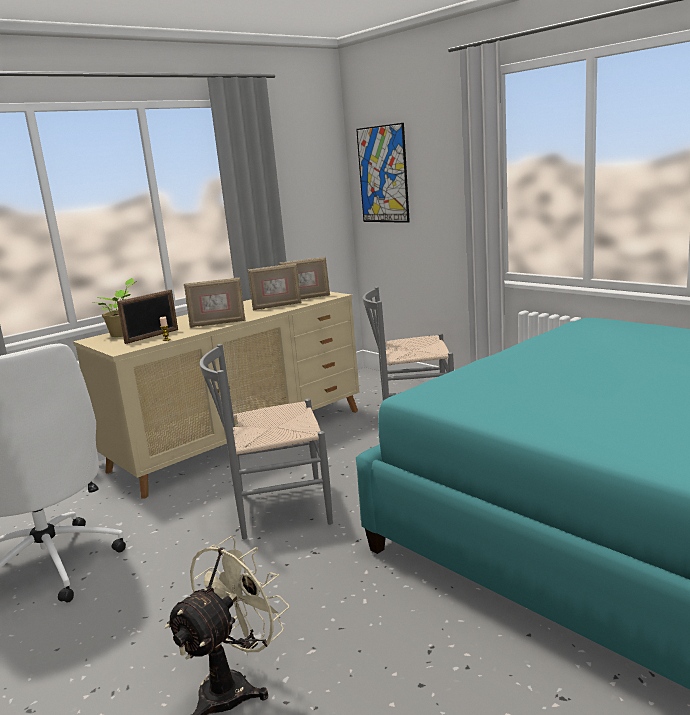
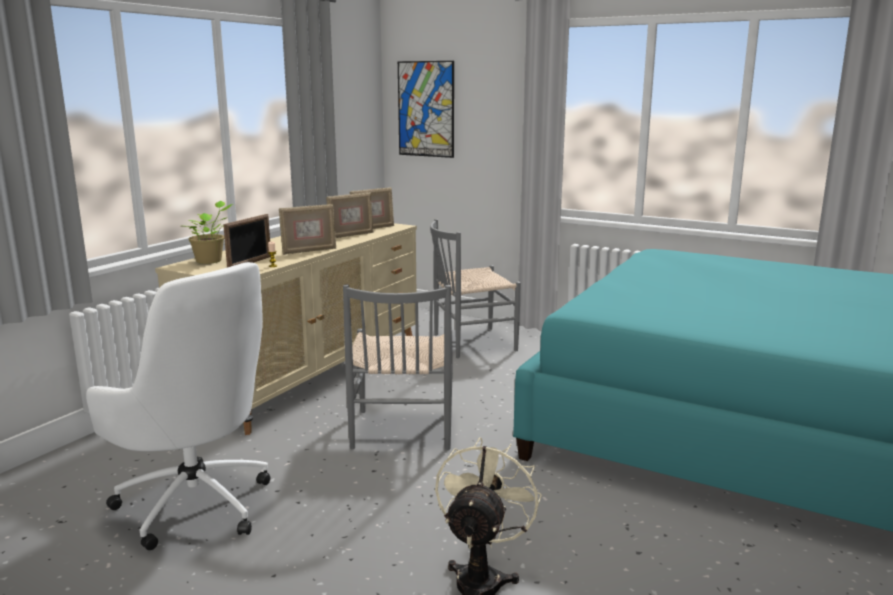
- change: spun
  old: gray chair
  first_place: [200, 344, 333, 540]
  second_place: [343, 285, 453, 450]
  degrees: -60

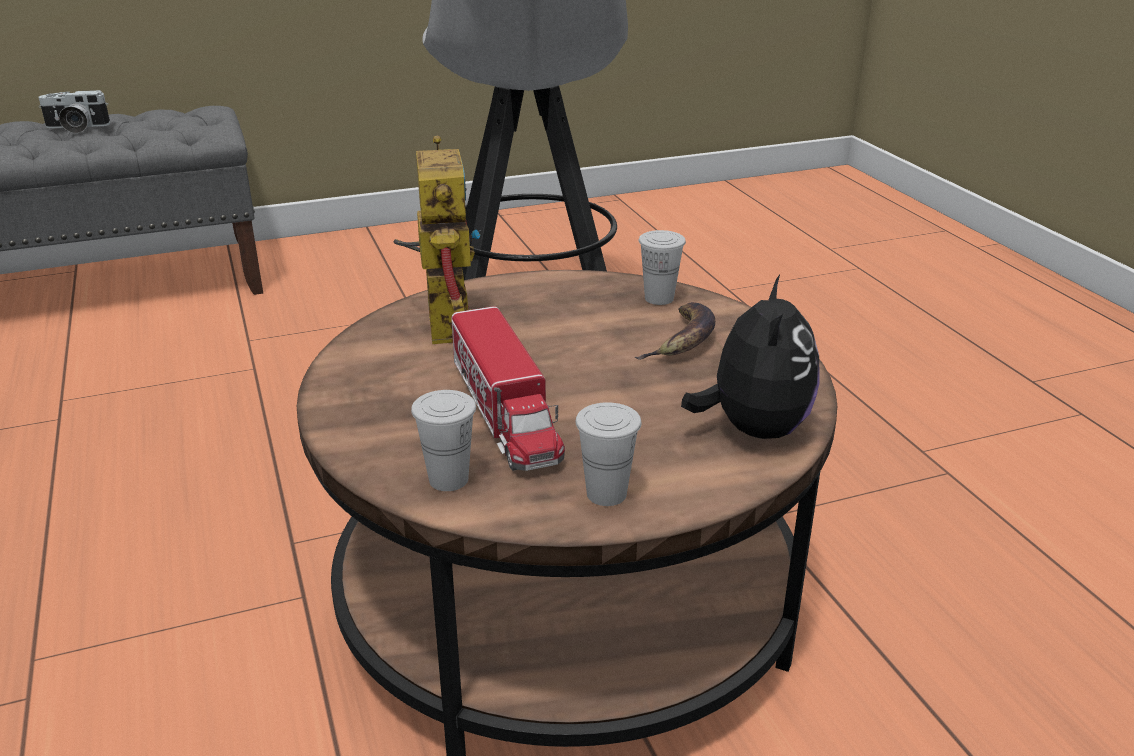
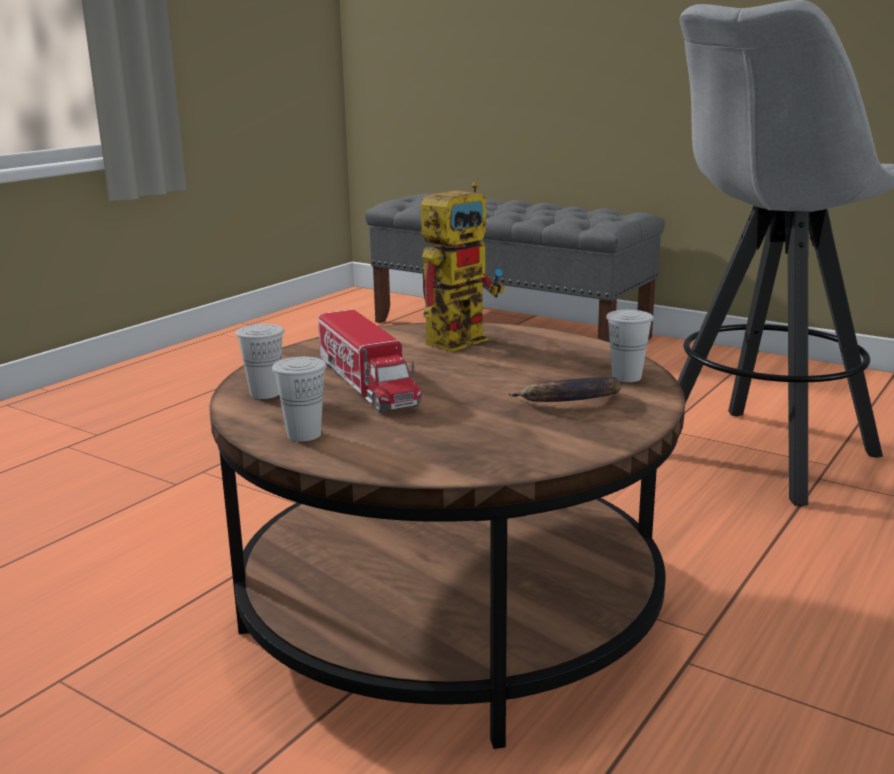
- change: spun
  old: toy lorry
  first_place: [451, 306, 565, 471]
  second_place: [318, 309, 421, 413]
  degrees: -60
- change: missing
  old: photo camera
  first_place: [39, 90, 111, 133]
- change: missing
  old: soft toy
  first_place: [681, 275, 819, 439]

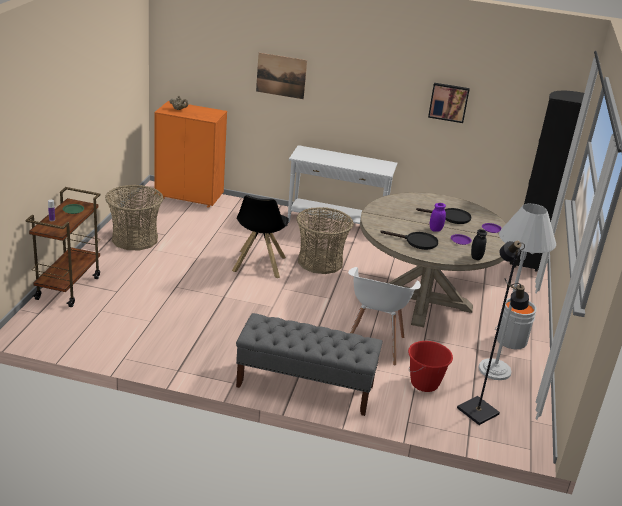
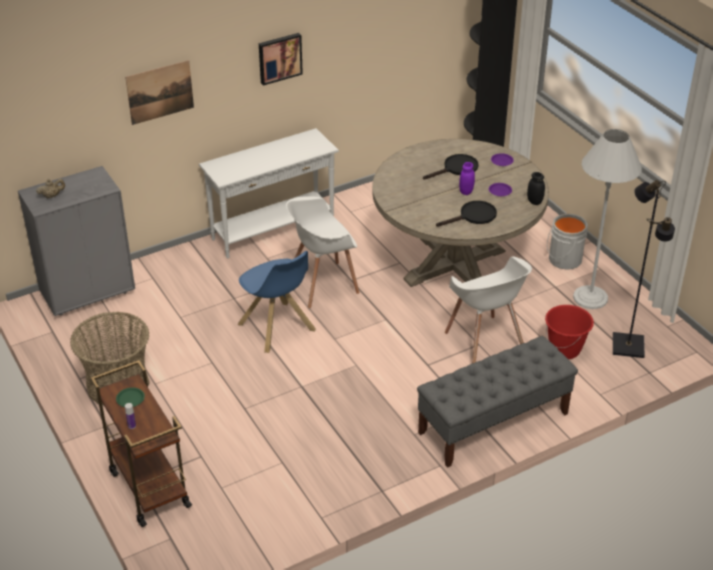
- change: colour
  old: orange storage cabinet
  new: gray storage cabinet
  first_place: [154, 101, 227, 208]
  second_place: [18, 166, 135, 316]
- change: colour
  old: black-coloured chair
  new: blue chair
  first_place: [232, 195, 289, 278]
  second_place: [238, 251, 315, 353]
- change: relocated
  old: wall art
  first_place: [428, 83, 470, 123]
  second_place: [259, 33, 303, 85]
- change: exchanged
  old: storage basket
  new: white chair
  first_place: [296, 207, 354, 274]
  second_place: [286, 196, 360, 308]

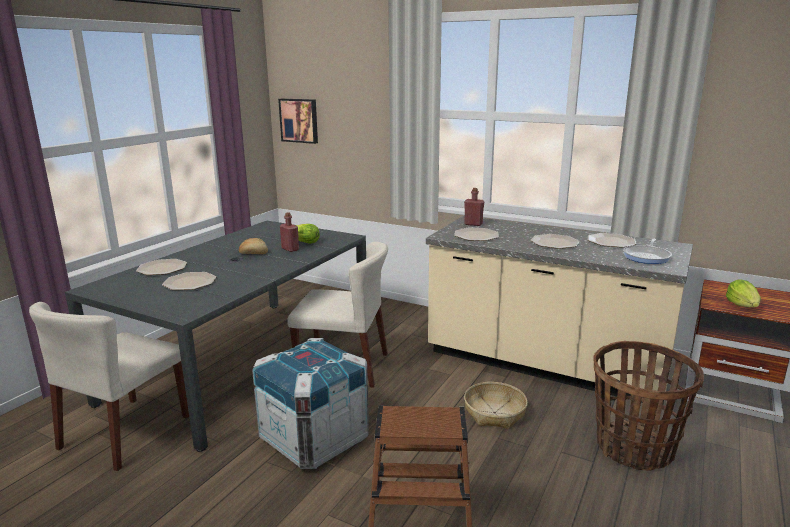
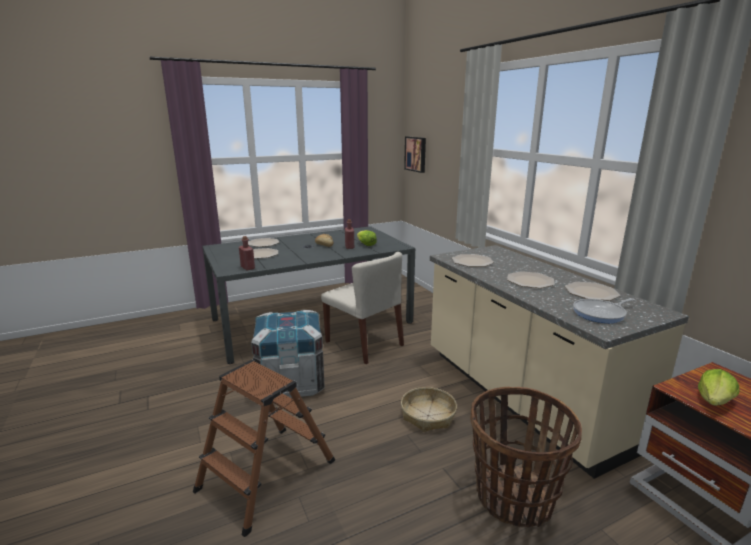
- change: relocated
  old: red-coloured bottle
  first_place: [464, 188, 484, 226]
  second_place: [239, 236, 255, 270]
- change: missing
  old: sand-coloured chair
  first_place: [29, 302, 189, 471]

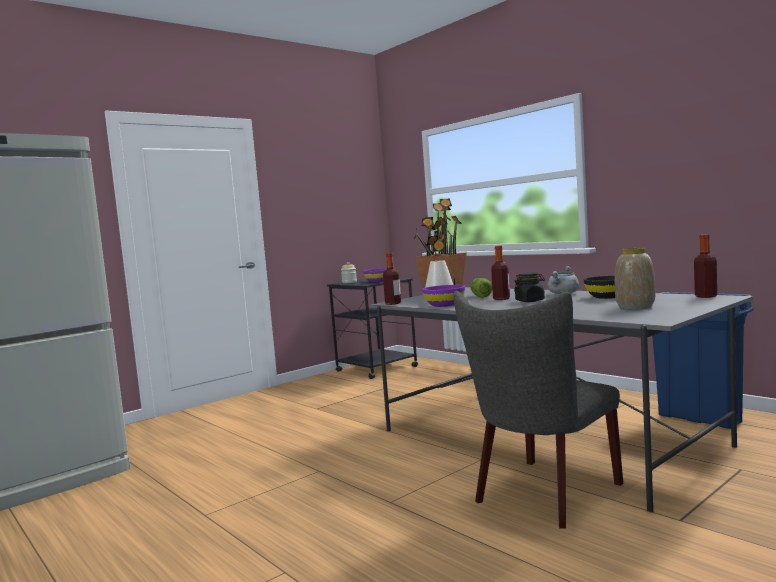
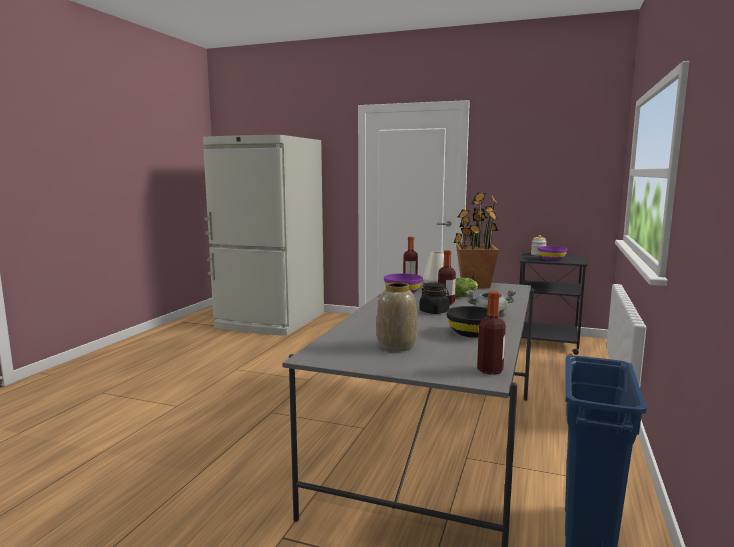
- change: missing
  old: gray chair
  first_place: [453, 291, 623, 529]

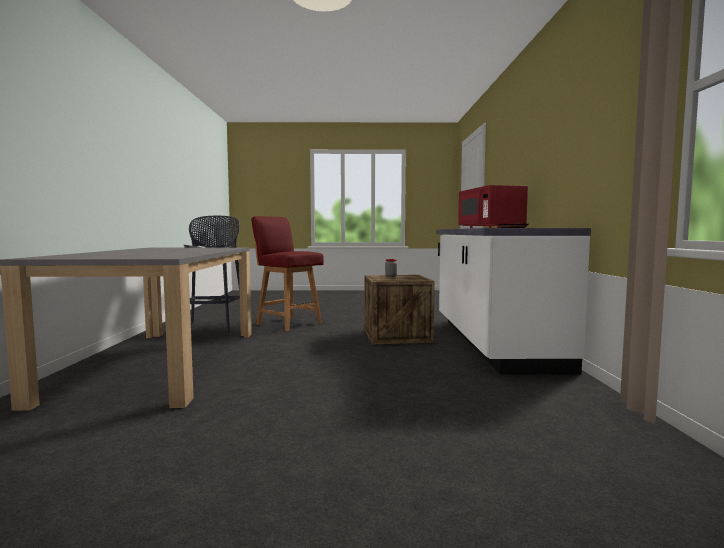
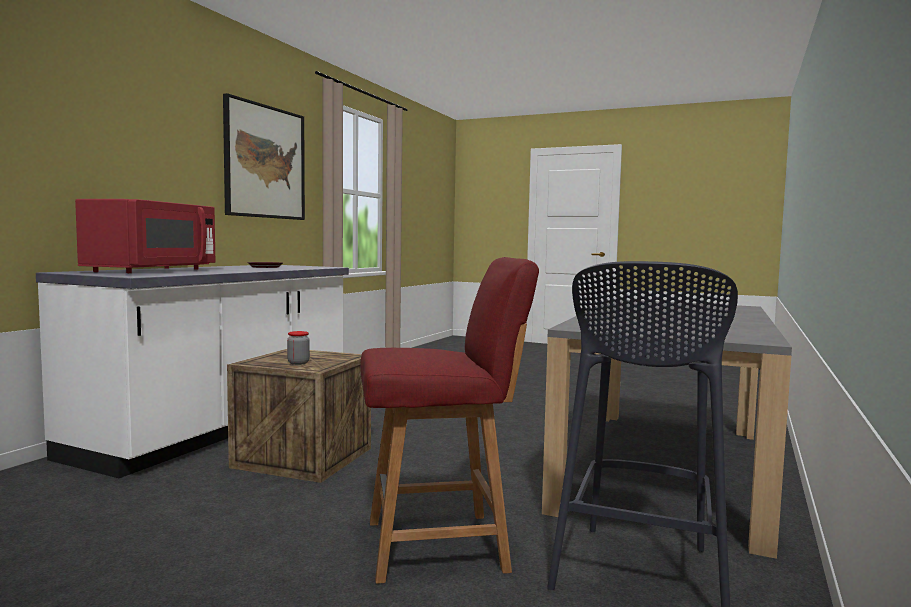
- change: appeared
  new: wall art
  second_place: [223, 93, 305, 220]
- change: spun
  old: red-coloured chair
  first_place: [251, 216, 324, 331]
  second_place: [361, 257, 539, 584]
  degrees: -75

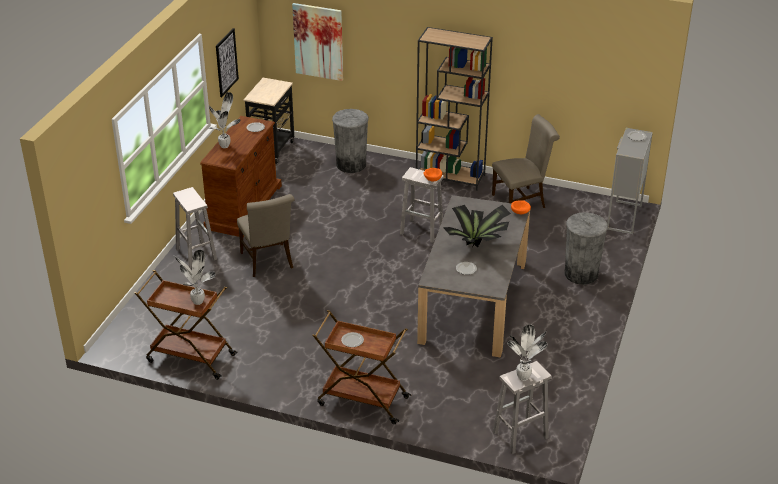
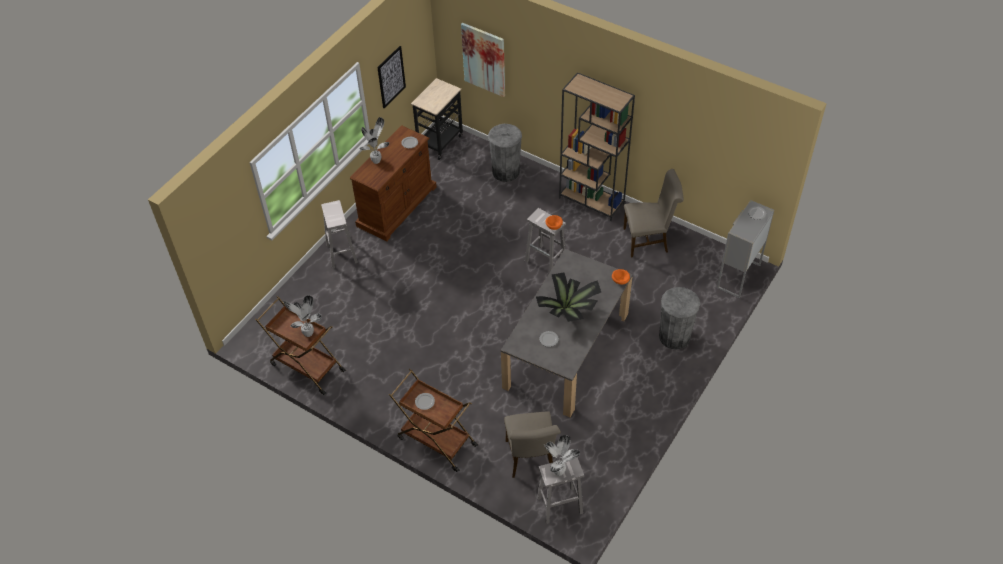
- change: relocated
  old: sand-coloured chair
  first_place: [237, 194, 295, 277]
  second_place: [504, 411, 561, 478]

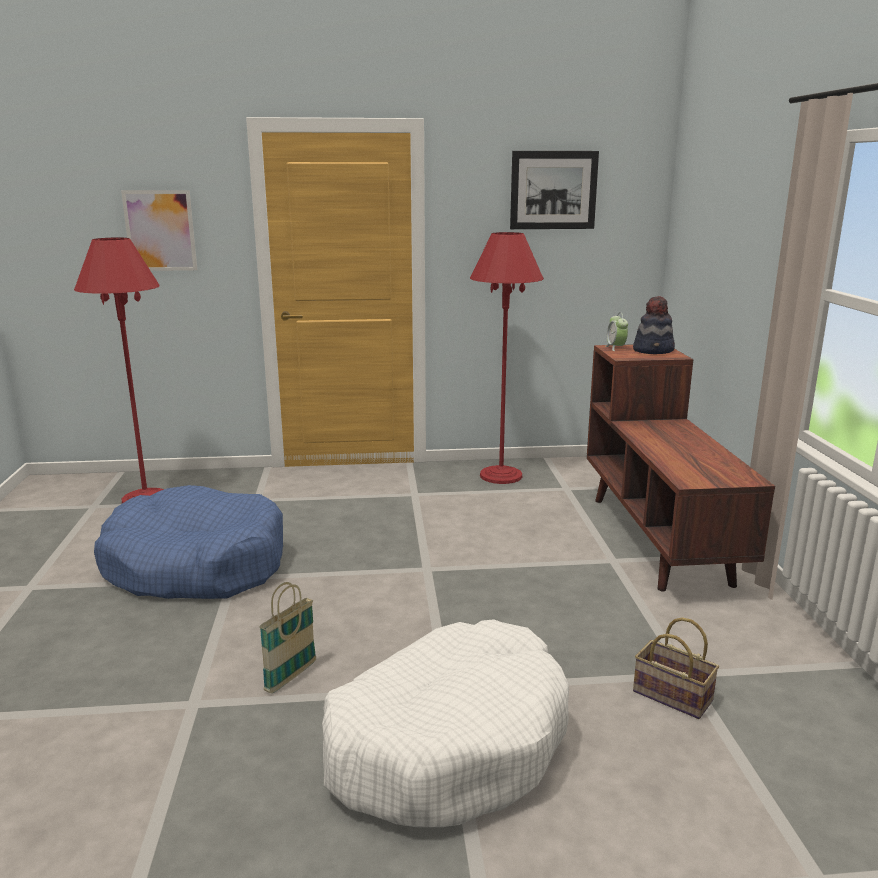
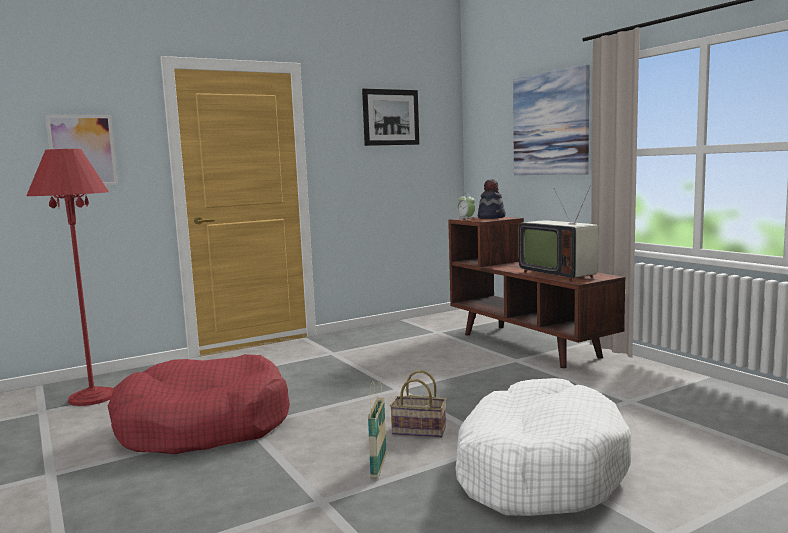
- change: colour
  old: blue dog cushion
  new: red-coloured dog cushion
  first_place: [94, 485, 283, 599]
  second_place: [108, 354, 290, 454]
- change: relocated
  old: storage basket
  first_place: [633, 617, 719, 719]
  second_place: [390, 370, 446, 438]
- change: appeared
  new: wall art
  second_place: [513, 64, 590, 175]
- change: appeared
  new: TV
  second_place: [519, 185, 598, 281]
- change: missing
  old: red-coloured floor lamp
  first_place: [470, 232, 544, 484]

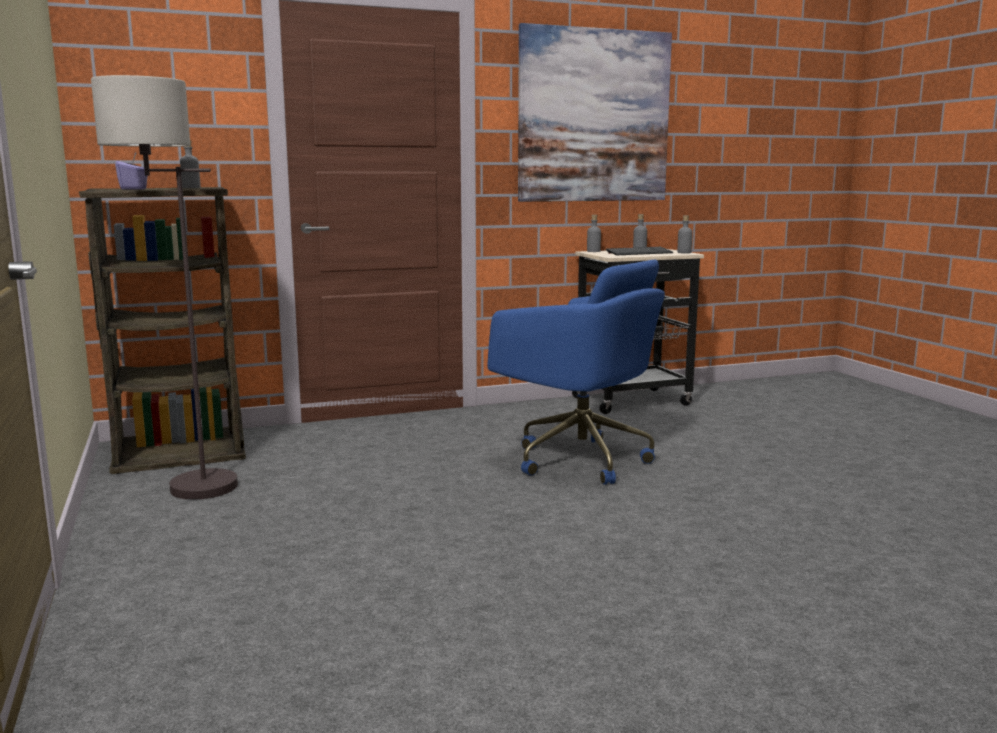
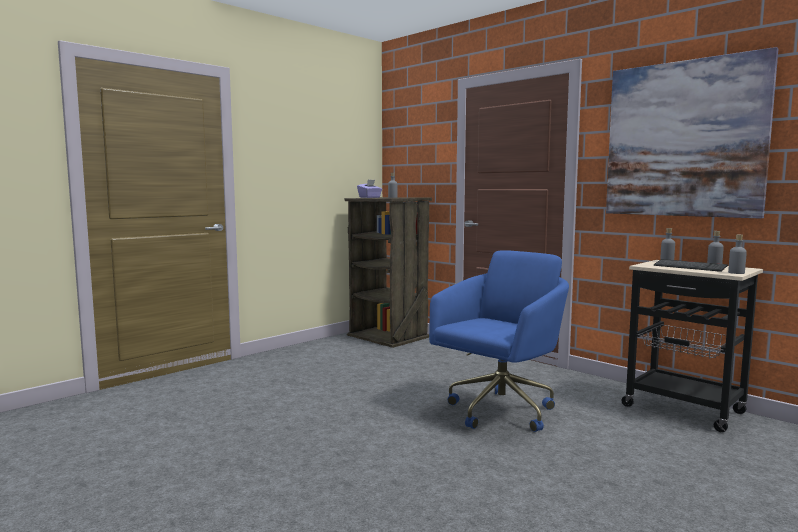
- change: spun
  old: blue desk chair
  first_place: [488, 260, 665, 485]
  second_place: [429, 250, 569, 432]
  degrees: -150
- change: missing
  old: gray floor lamp
  first_place: [91, 75, 238, 499]

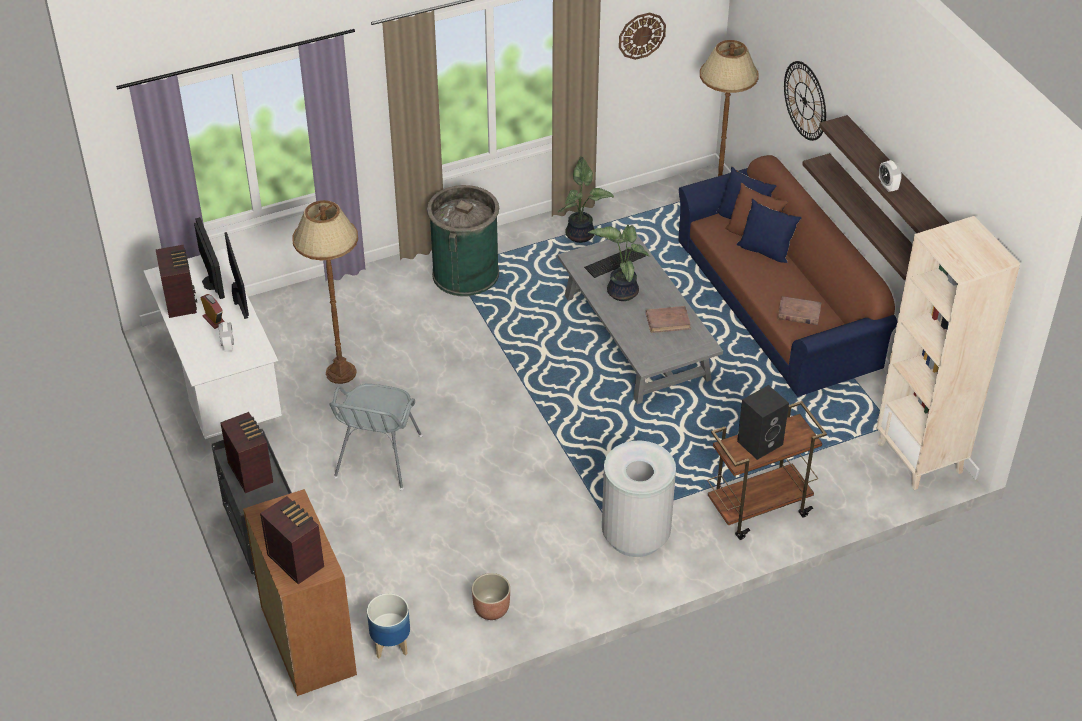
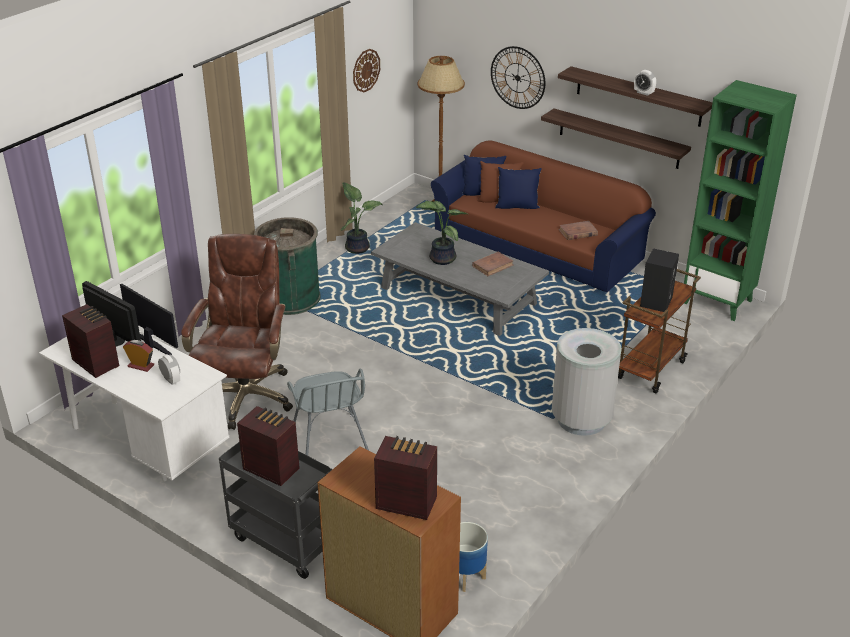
- change: exchanged
  old: brownish floor lamp
  new: brownish desk chair
  first_place: [292, 200, 358, 384]
  second_place: [181, 234, 293, 430]
- change: colour
  old: sand-coloured shelving unit
  new: greenish shelving unit
  first_place: [877, 216, 1020, 490]
  second_place: [684, 80, 797, 321]
- change: missing
  old: planter
  first_place: [472, 573, 510, 620]
- change: missing
  old: PC keyboard
  first_place: [584, 248, 646, 278]

